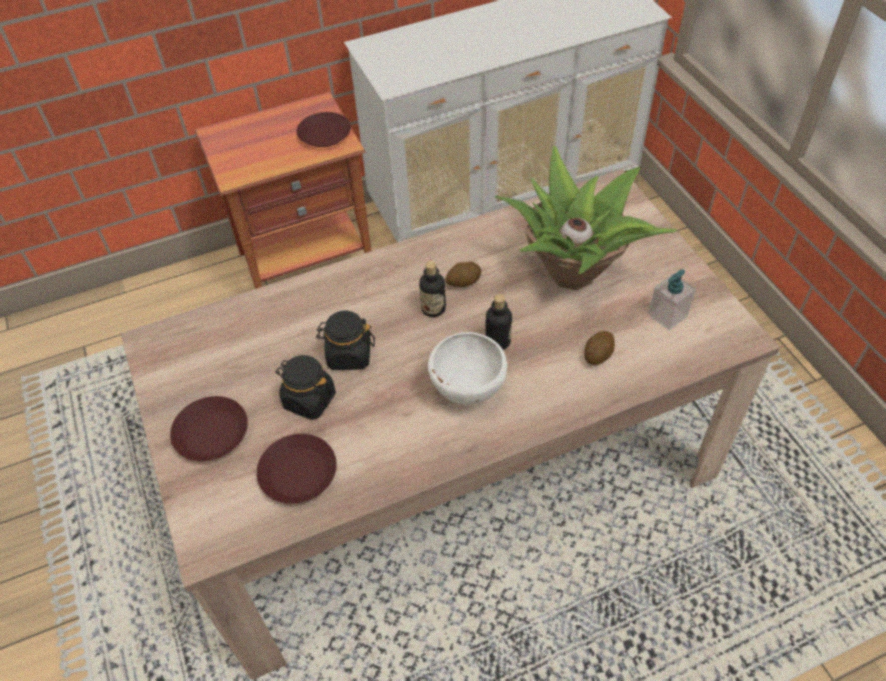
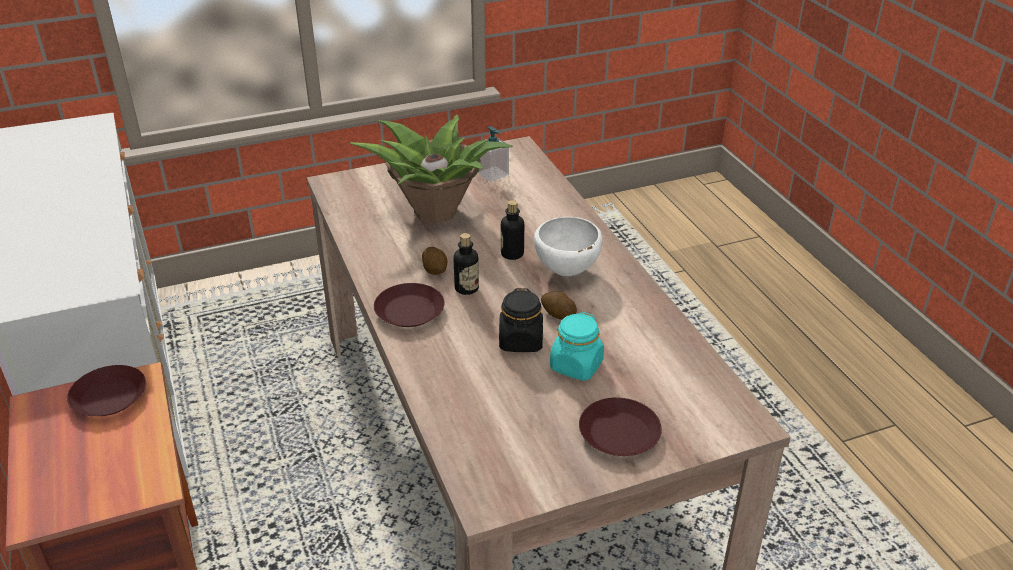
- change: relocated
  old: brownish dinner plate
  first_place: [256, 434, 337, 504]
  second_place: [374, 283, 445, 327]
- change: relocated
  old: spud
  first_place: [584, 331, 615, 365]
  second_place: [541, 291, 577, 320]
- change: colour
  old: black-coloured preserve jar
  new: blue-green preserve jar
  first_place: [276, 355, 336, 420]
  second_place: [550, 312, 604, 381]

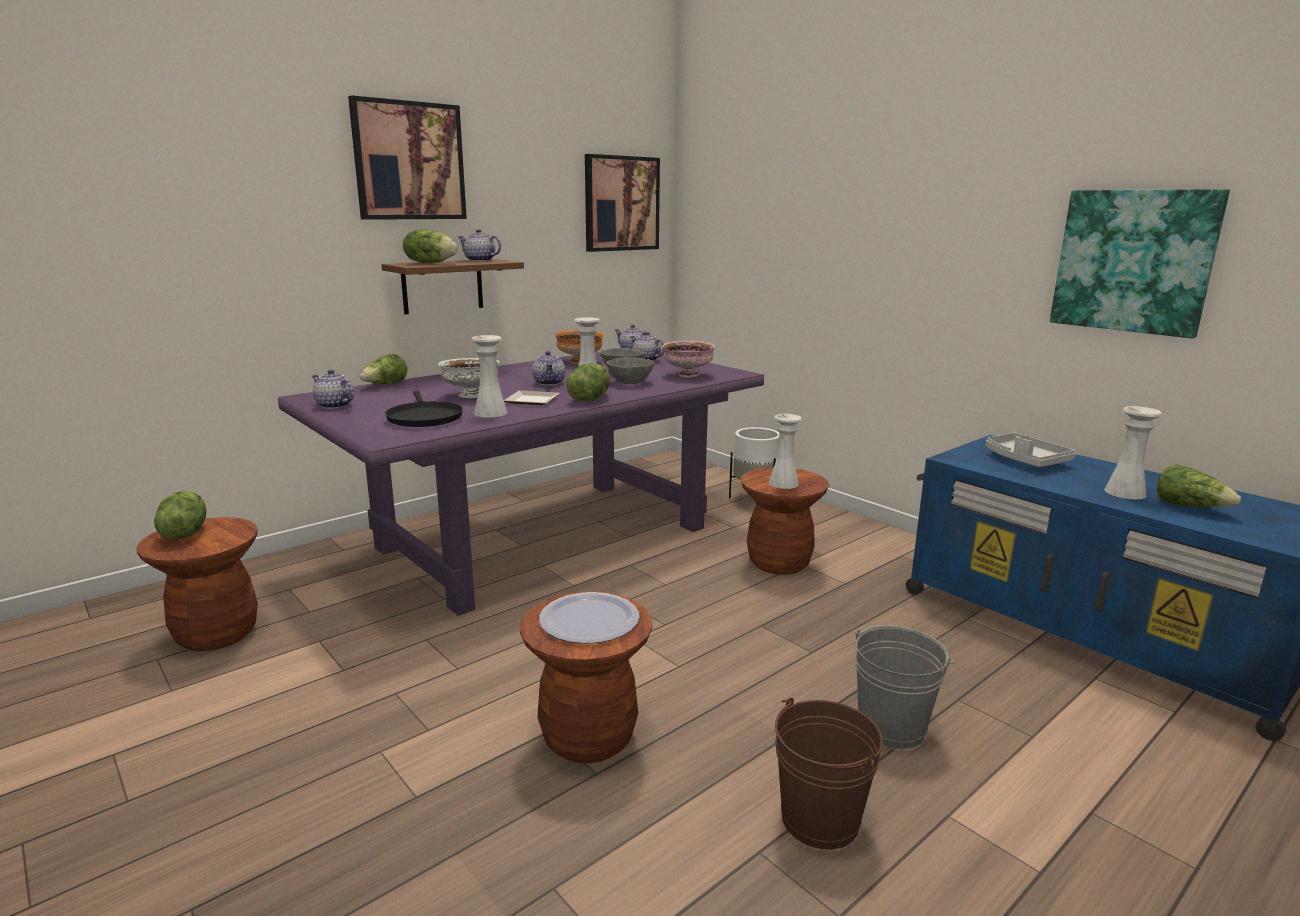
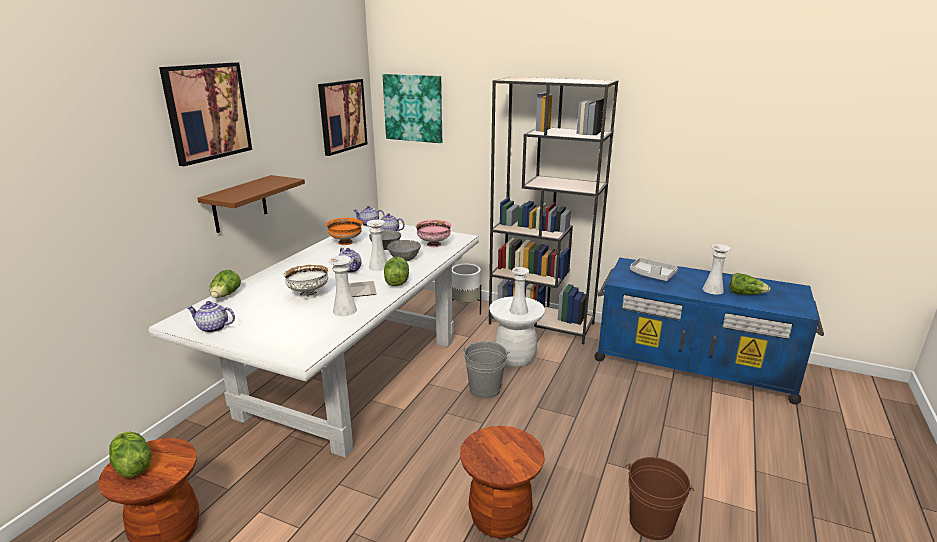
- change: colour
  old: purple kitchen table
  new: white kitchen table
  first_place: [278, 352, 764, 616]
  second_place: [148, 224, 479, 458]
- change: relocated
  old: wall art
  first_place: [1050, 189, 1230, 338]
  second_place: [382, 74, 442, 143]
- change: relocated
  old: gray water bucket
  first_place: [854, 625, 955, 749]
  second_place: [462, 341, 510, 399]
- change: appeared
  new: shelving unit
  second_place: [489, 77, 618, 344]
- change: colour
  old: brownish sitting stool
  new: white sitting stool
  first_place: [741, 467, 829, 575]
  second_place: [489, 296, 545, 367]
- change: missing
  old: black-coloured frying pan
  first_place: [385, 391, 463, 427]
- change: missing
  old: lettuce
  first_place: [403, 229, 458, 263]
- change: missing
  old: pot for tea
  first_place: [458, 229, 501, 262]
- change: missing
  old: dinner plate
  first_place: [539, 592, 639, 644]

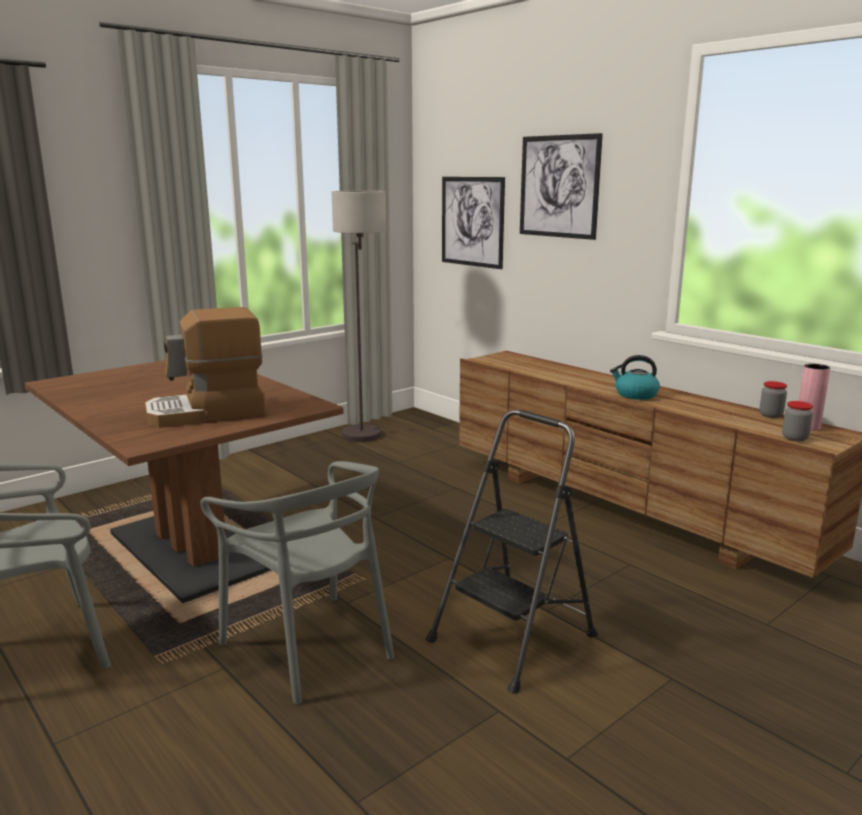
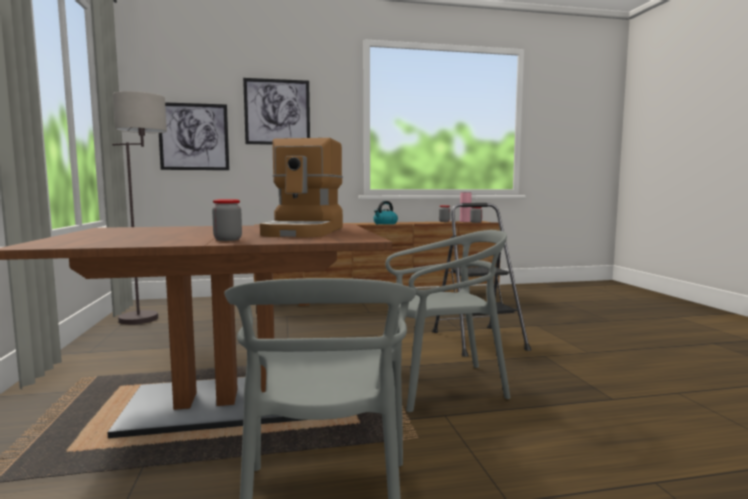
- change: appeared
  new: preserve jar
  second_place: [212, 199, 242, 241]

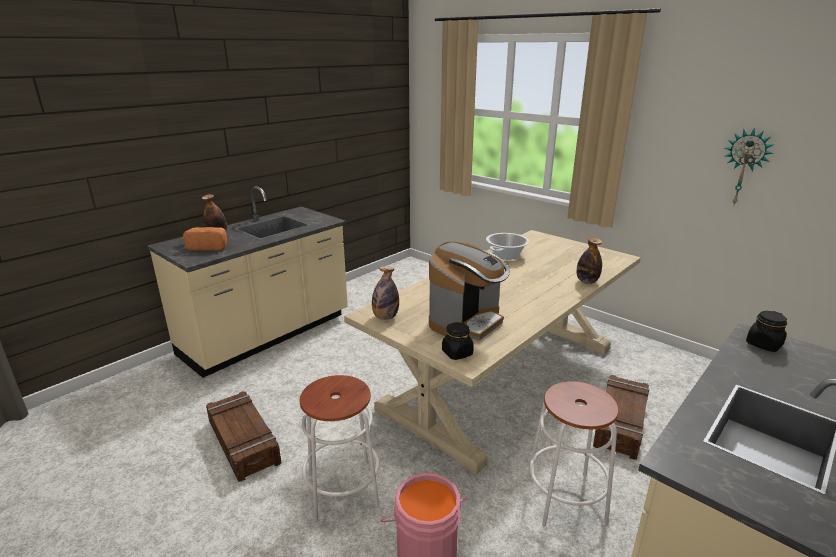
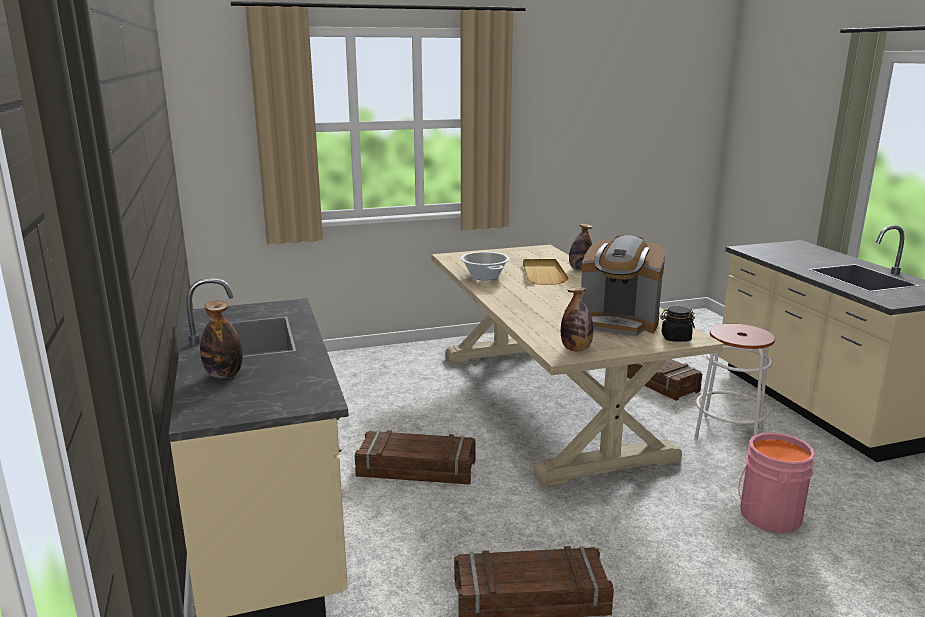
- change: appeared
  new: shipping crate
  second_place: [355, 430, 476, 485]
- change: appeared
  new: sand-coloured tray
  second_place: [523, 259, 569, 285]
- change: spun
  old: coffee brewer
  first_place: [429, 242, 510, 341]
  second_place: [581, 235, 666, 336]
  degrees: 135
- change: missing
  old: bread
  first_place: [183, 227, 227, 250]
- change: missing
  old: white sitting stool
  first_place: [300, 375, 380, 522]
- change: missing
  old: clock on the wall
  first_place: [724, 128, 774, 205]
- change: missing
  old: black-coloured preserve jar
  first_place: [746, 311, 787, 352]

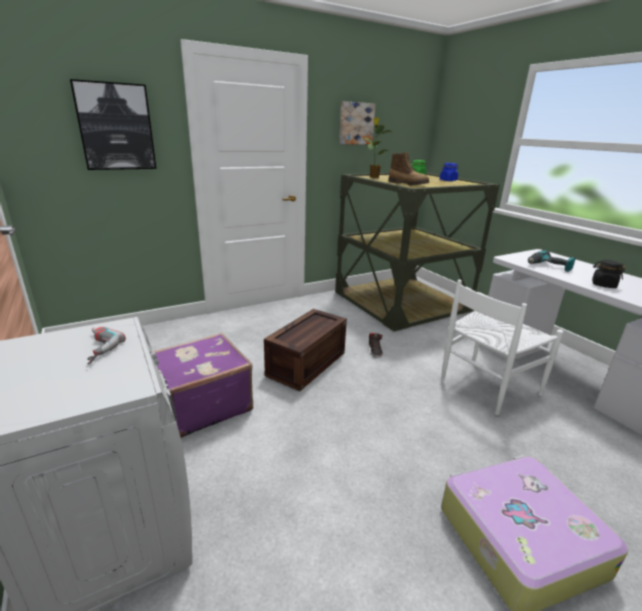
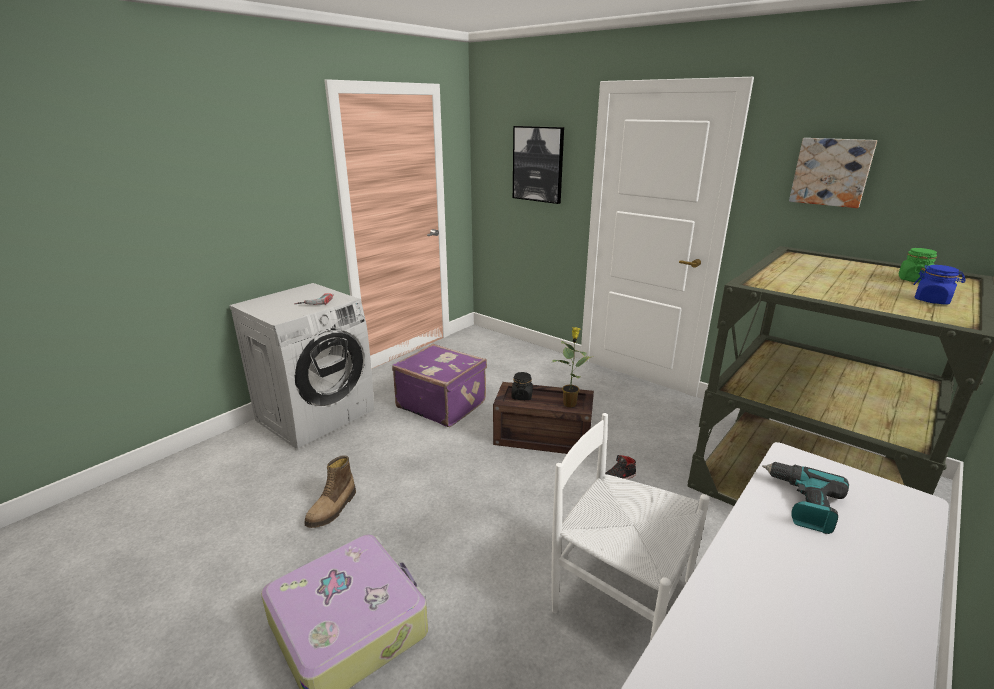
- change: relocated
  old: tall boot
  first_place: [388, 152, 429, 186]
  second_place: [304, 455, 356, 528]
- change: relocated
  old: black-coloured preserve jar
  first_place: [592, 260, 626, 288]
  second_place: [511, 372, 533, 400]
- change: relocated
  old: potted plant
  first_place: [362, 118, 392, 178]
  second_place: [551, 327, 591, 407]

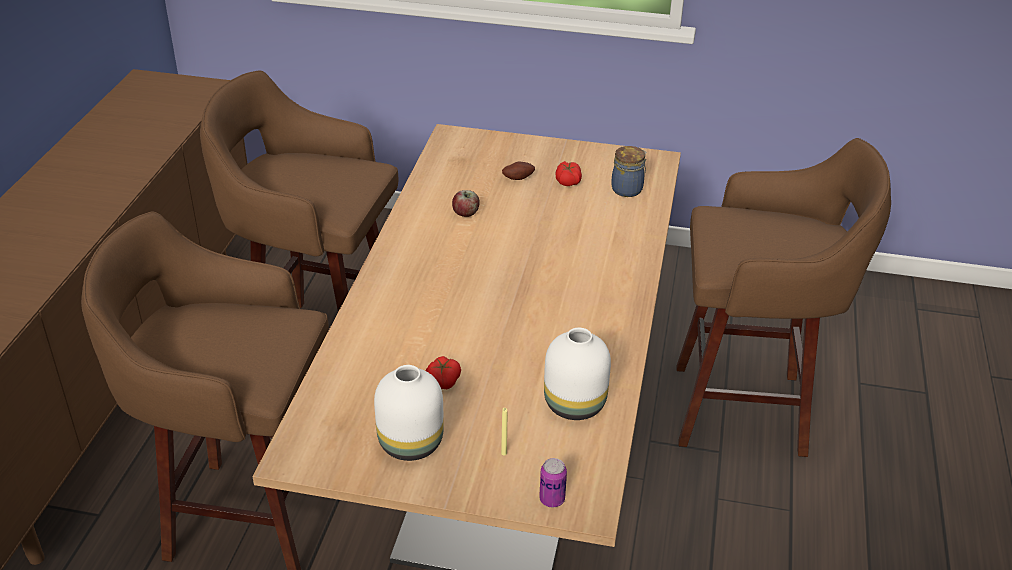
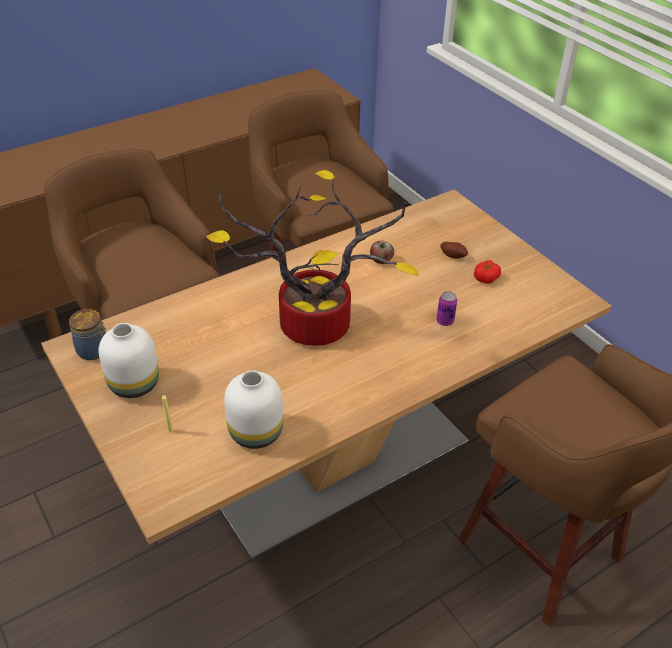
- change: relocated
  old: preserve jar
  first_place: [611, 146, 647, 197]
  second_place: [69, 309, 106, 360]
- change: appeared
  new: potted plant
  second_place: [206, 170, 419, 346]
- change: relocated
  old: metal can
  first_place: [539, 458, 567, 507]
  second_place: [436, 291, 457, 326]
- change: missing
  old: tomato
  first_place: [426, 356, 461, 389]

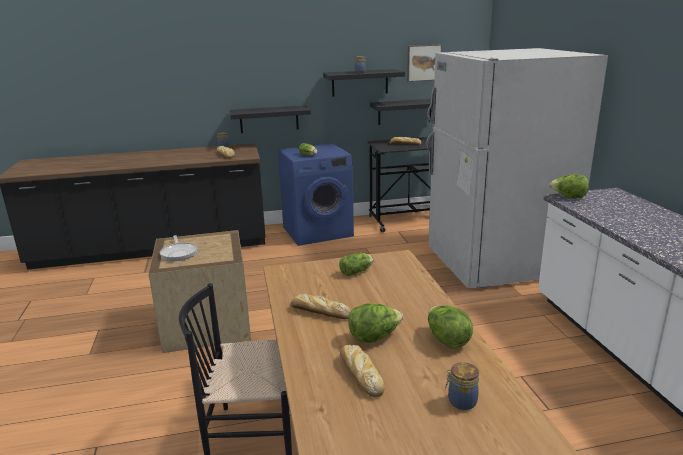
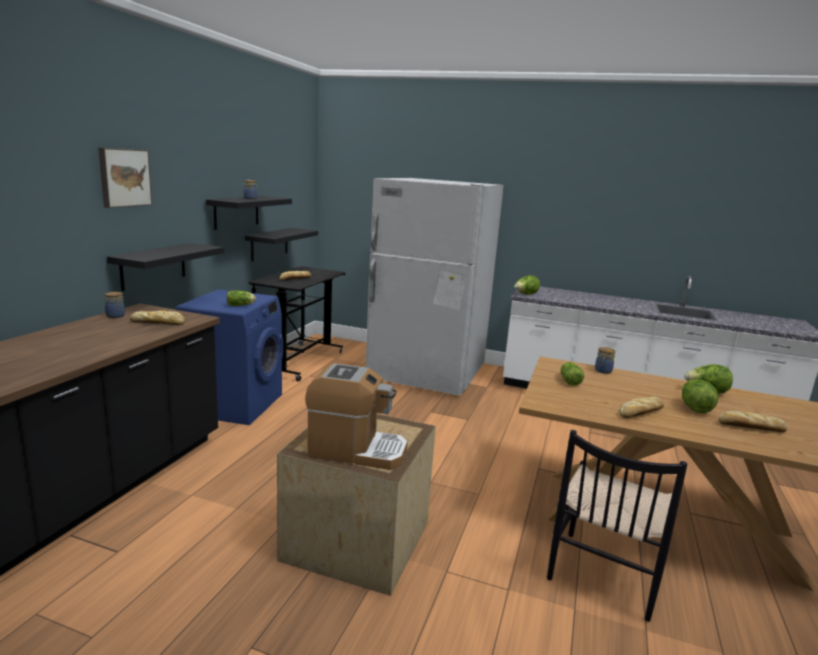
- change: relocated
  old: wall art
  first_place: [407, 45, 442, 82]
  second_place: [98, 147, 153, 208]
- change: exchanged
  old: frying pan
  new: coffee brewer
  first_place: [160, 235, 197, 261]
  second_place: [305, 363, 408, 470]
- change: relocated
  old: preserve jar
  first_place: [445, 362, 479, 410]
  second_place: [595, 347, 615, 374]

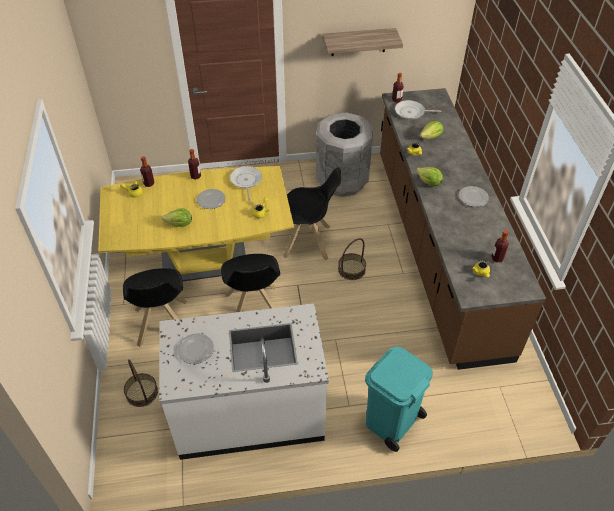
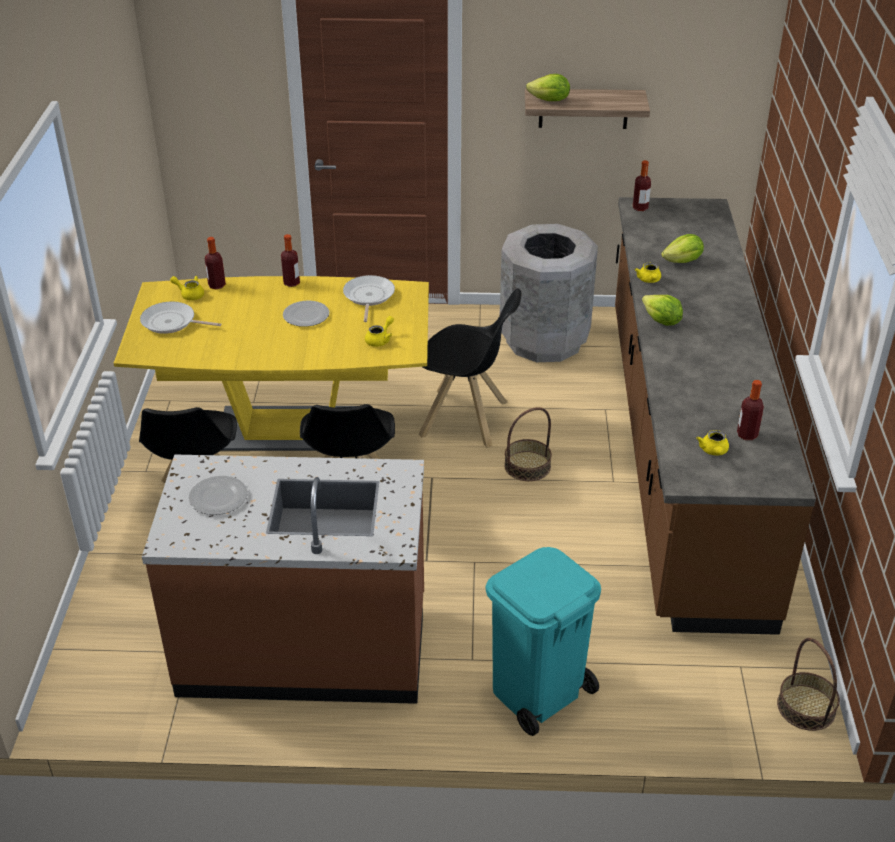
- change: relocated
  old: frying pan
  first_place: [395, 100, 442, 119]
  second_place: [140, 301, 221, 334]
- change: colour
  old: white kitchen base unit
  new: brownish kitchen base unit
  first_place: [159, 304, 329, 460]
  second_place: [142, 454, 424, 704]
- change: relocated
  old: lettuce
  first_place: [162, 208, 192, 227]
  second_place: [526, 74, 570, 101]
- change: relocated
  old: storage basket
  first_place: [124, 359, 158, 407]
  second_place: [777, 638, 840, 731]
- change: missing
  old: dinner plate
  first_place: [459, 186, 489, 207]

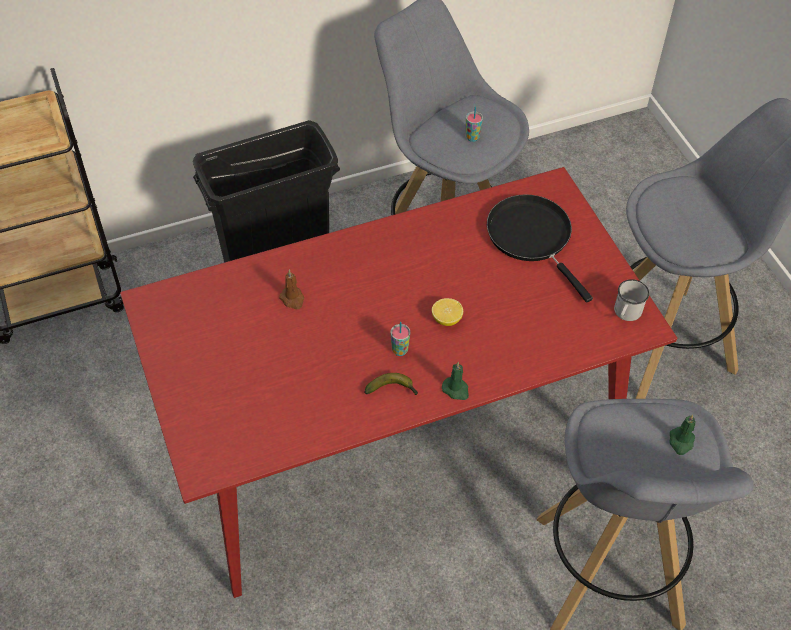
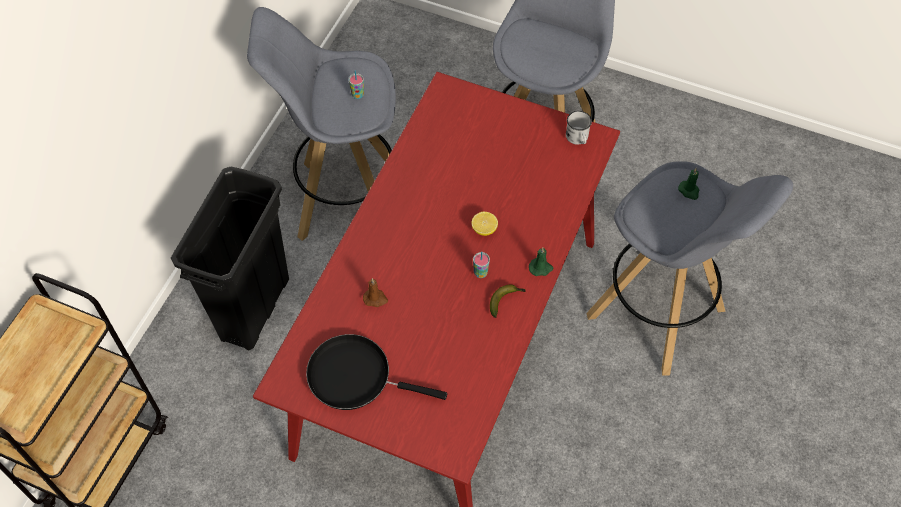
- change: relocated
  old: black-coloured frying pan
  first_place: [487, 194, 593, 302]
  second_place: [306, 334, 447, 410]

